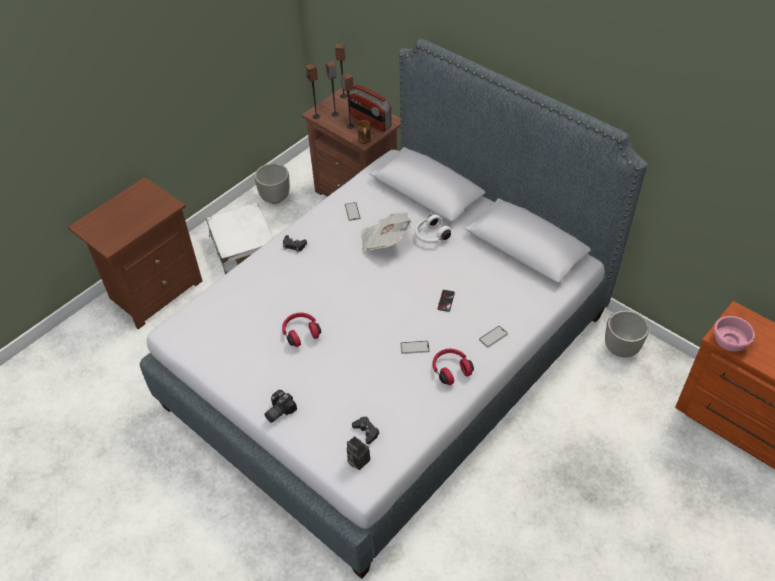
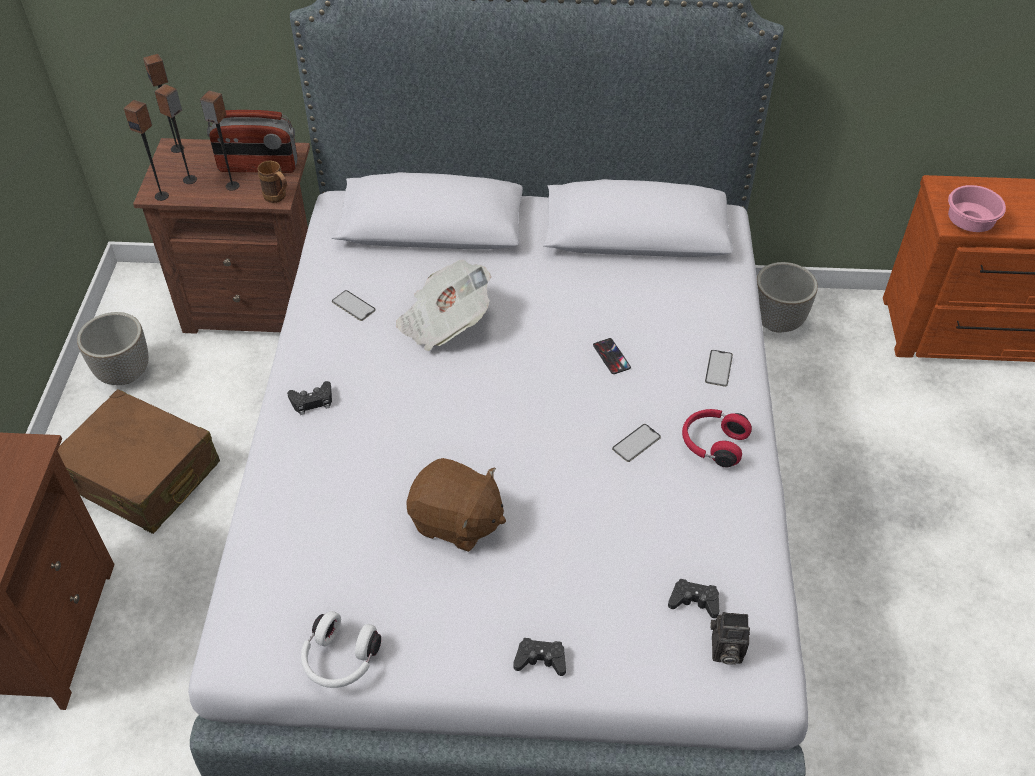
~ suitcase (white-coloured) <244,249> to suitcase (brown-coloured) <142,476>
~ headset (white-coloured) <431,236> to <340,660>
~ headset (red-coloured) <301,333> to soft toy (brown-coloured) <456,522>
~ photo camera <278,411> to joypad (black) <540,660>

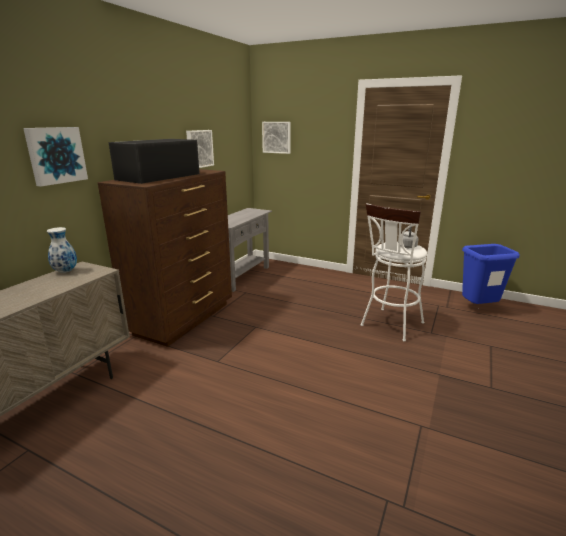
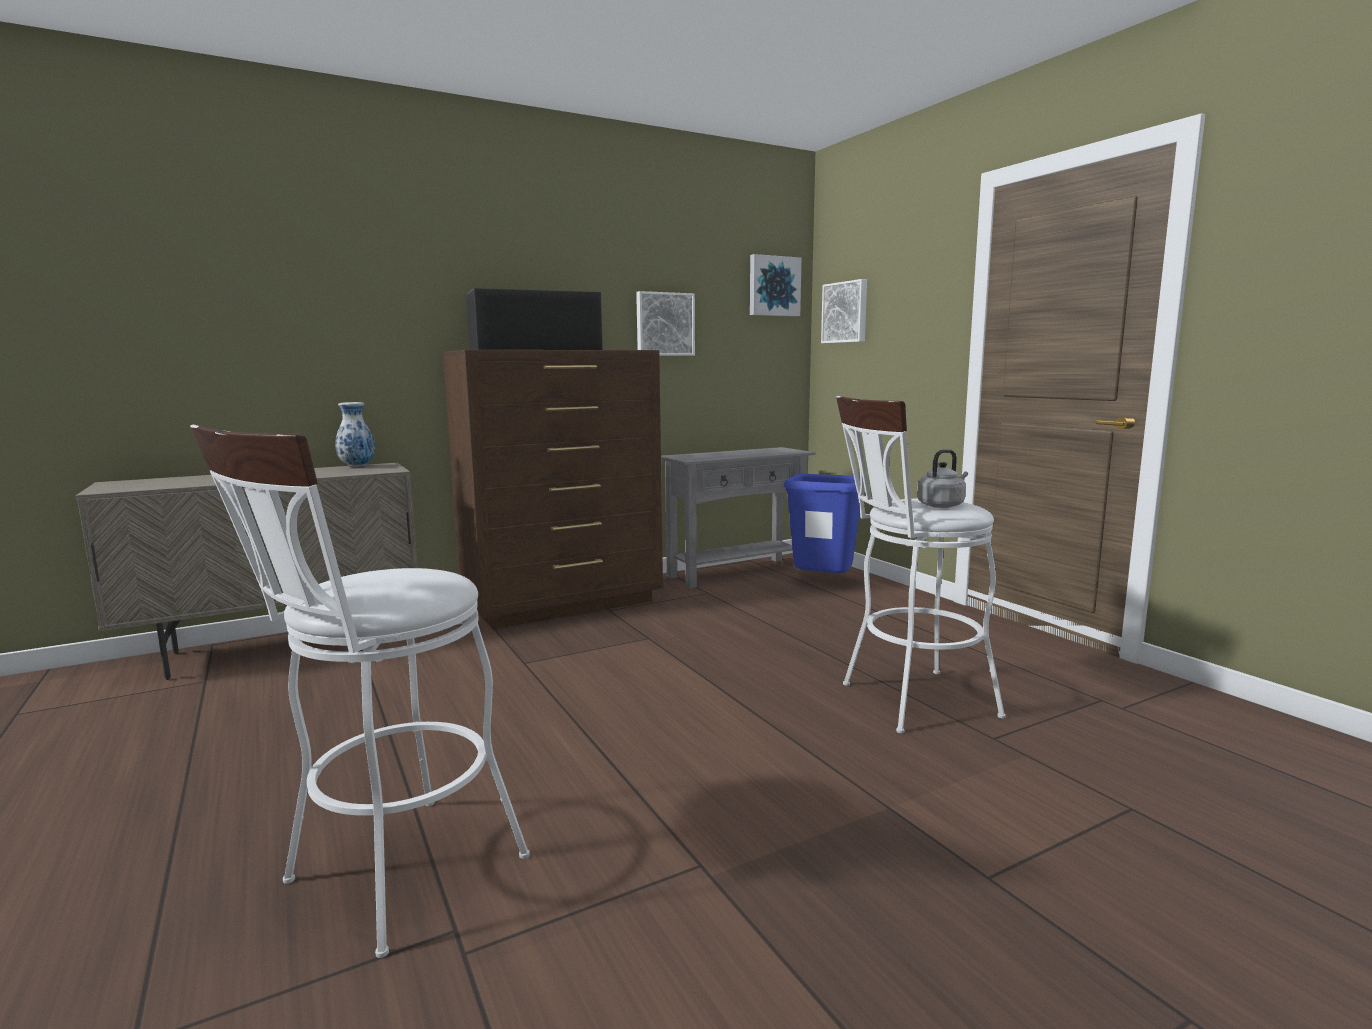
~ picture <56,155> to <773,286>
~ rubbish bin (blue-coloured) <478,308> to <823,585>
+ sitting stool (white-coloured) <391,879>

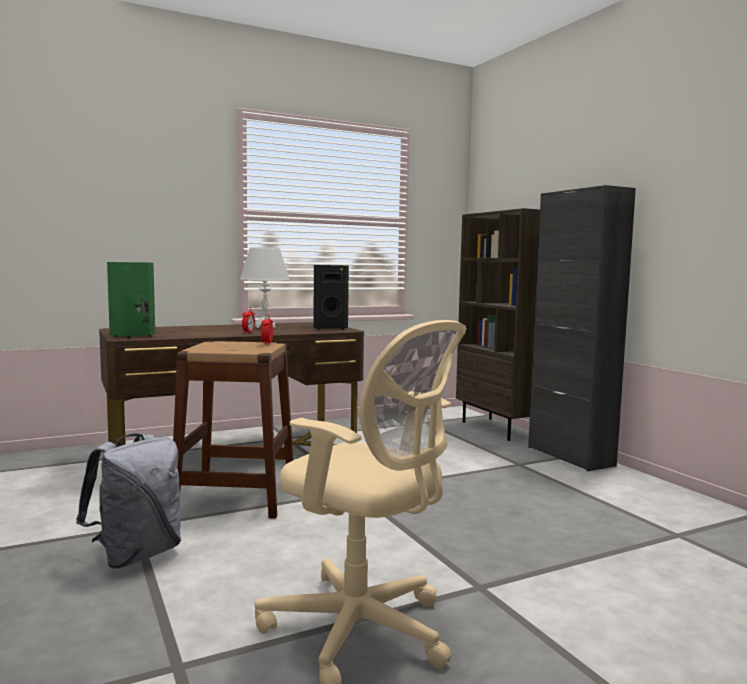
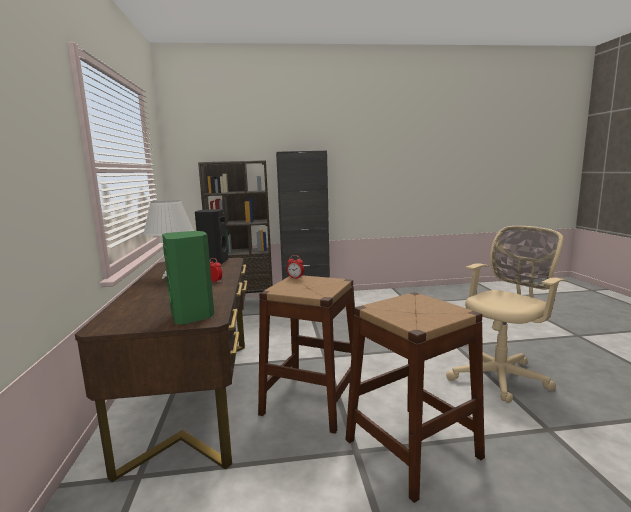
~ backpack (grey) <136,555> to sitting stool (brown-coloured) <412,448>

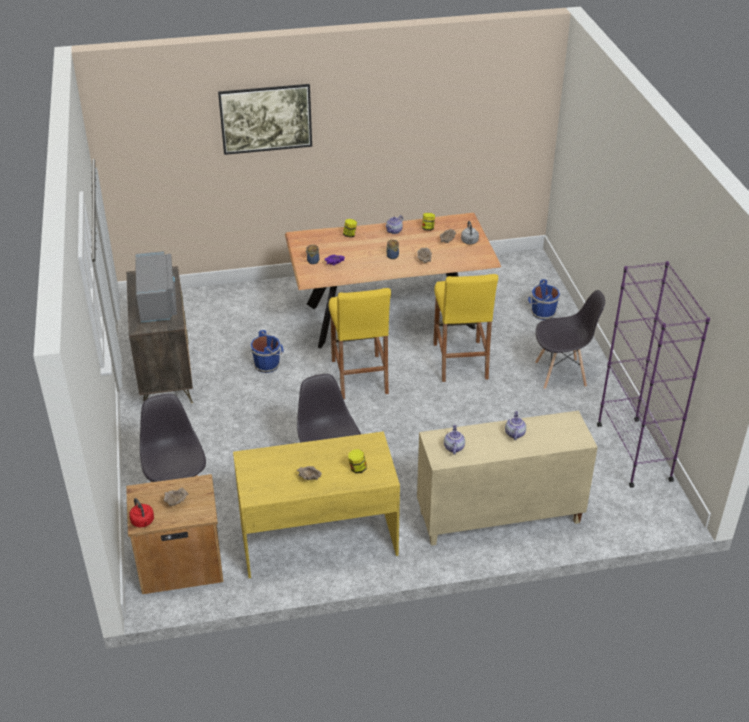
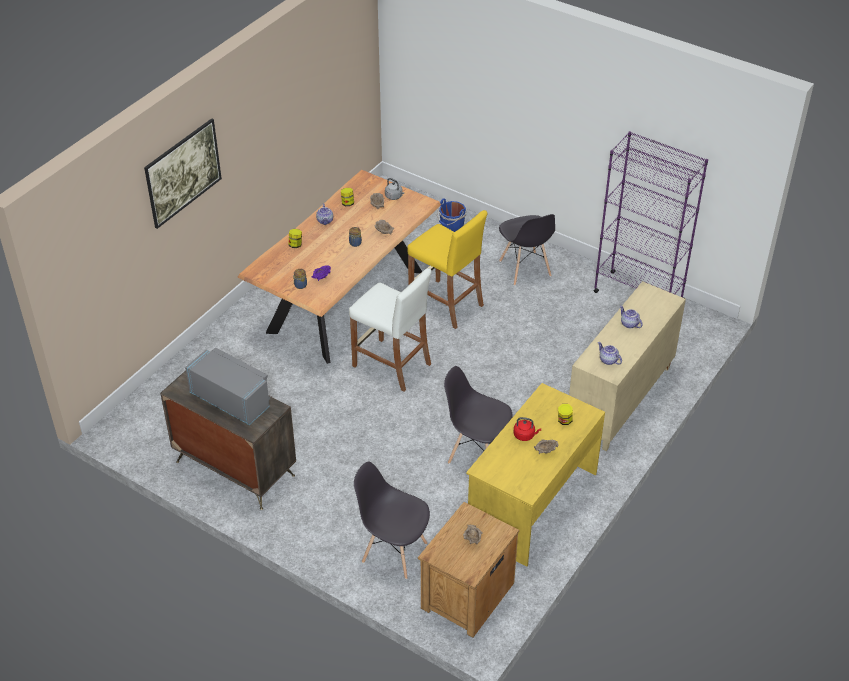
~ sitting stool (yellow) <359,376> to sitting stool (white-coloured) <391,365>
~ upright chair (grey) <561,374> = <525,269> 120 degrees clockwise
- bucket (blue-coloured) <268,365>
~ water kettle (red-coloured) <143,522> to <525,435>

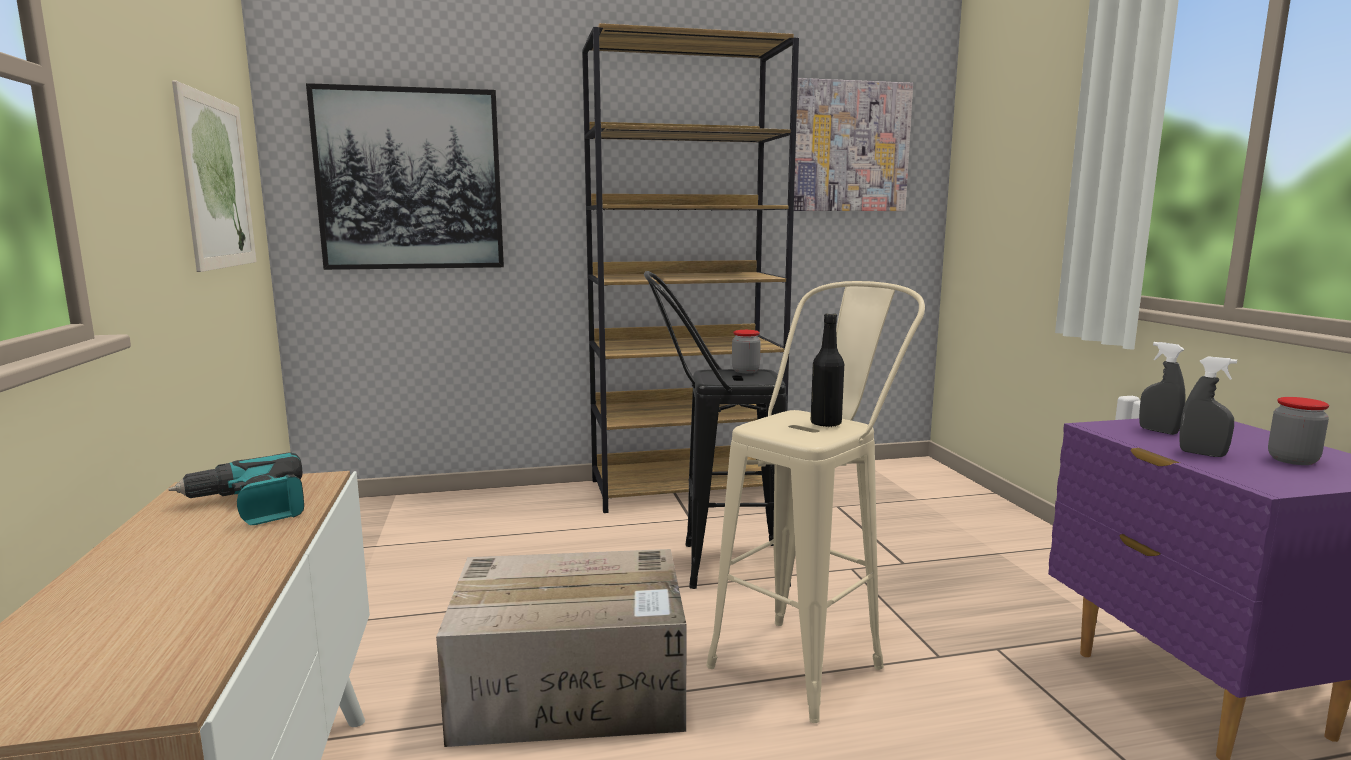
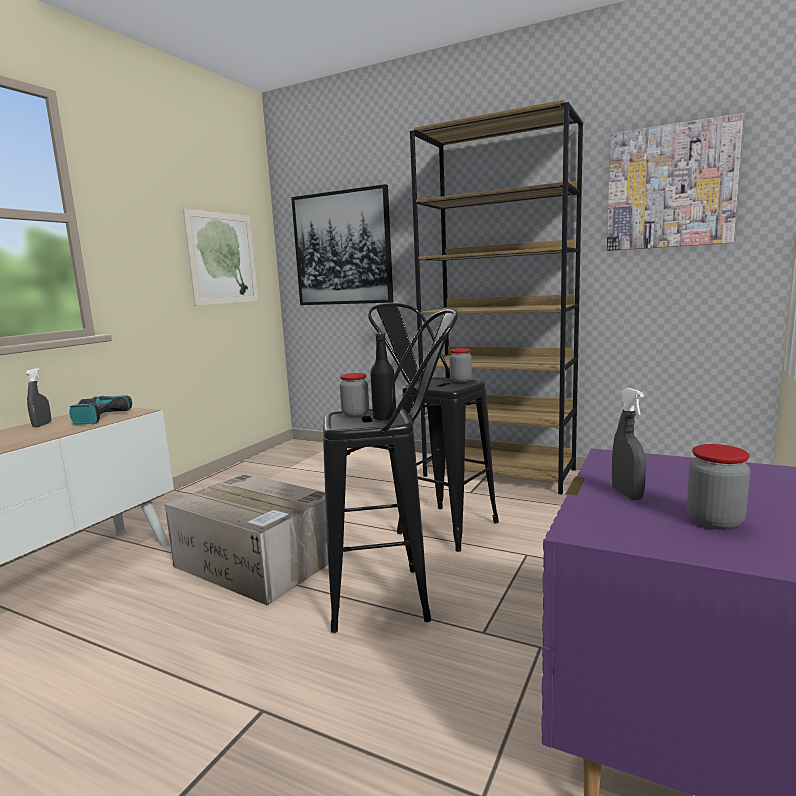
~ sitting stool (beige-coloured) <810,656> to sitting stool (black) <397,596>
~ sprayer (grey) <1158,431> to <42,425>
+ preserve jar <355,414>

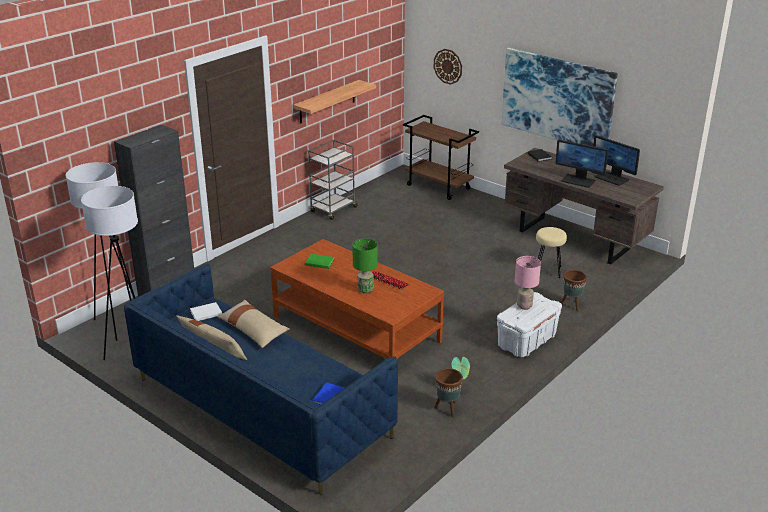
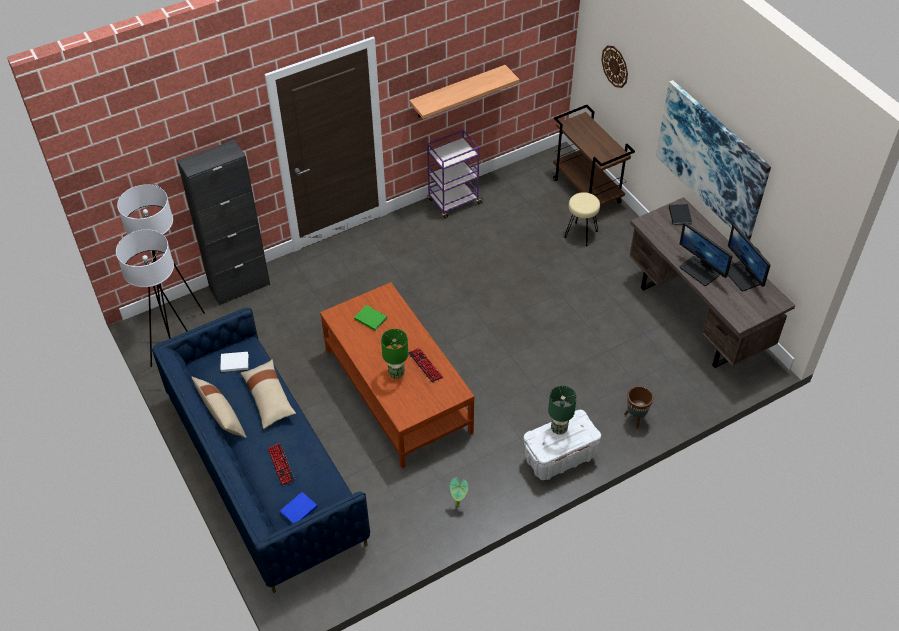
~ wheeled cart (grey) <333,210> to wheeled cart (purplish) <454,202>
~ sitting stool (beige-coloured) <547,271> to <580,233>
~ lamp for a table (pinkish) <524,306> to lamp for a table (green) <558,428>
- flower pot (brown-coloured) <447,409>
+ PC keyboard <281,464>

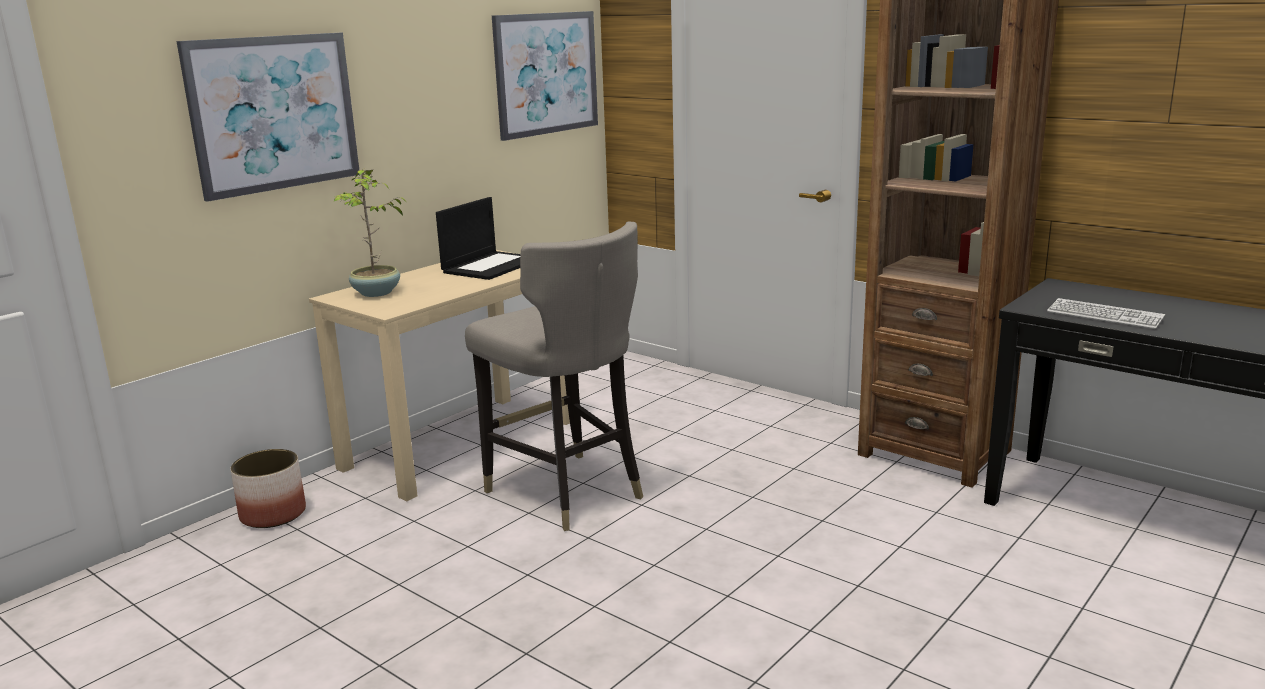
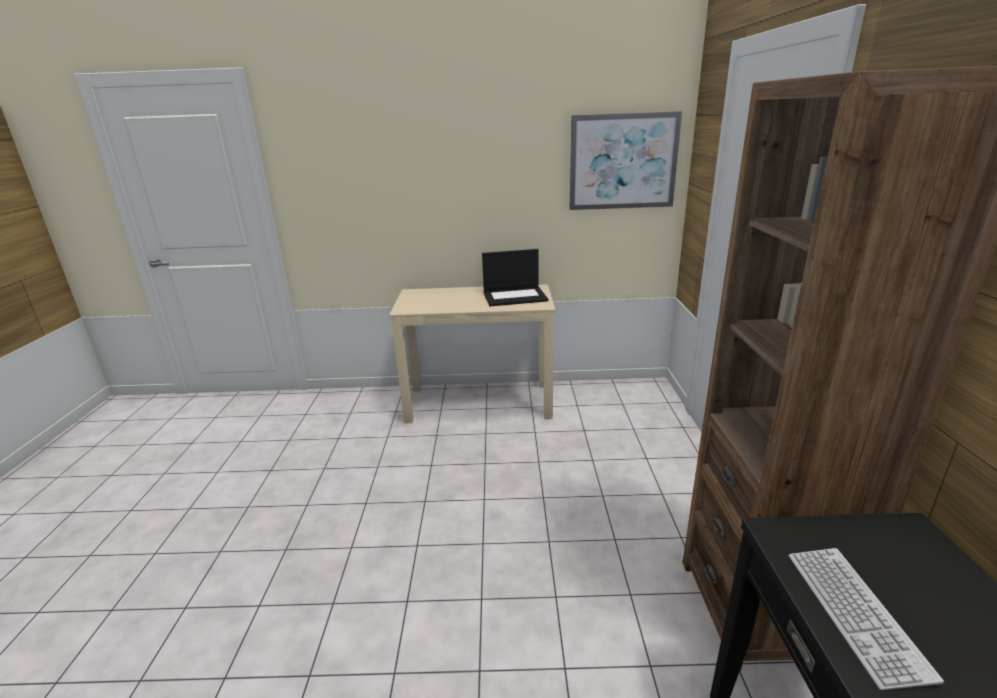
- picture <274,113>
- potted plant <376,293>
- sitting stool (grey) <567,493>
- flower pot <274,514>

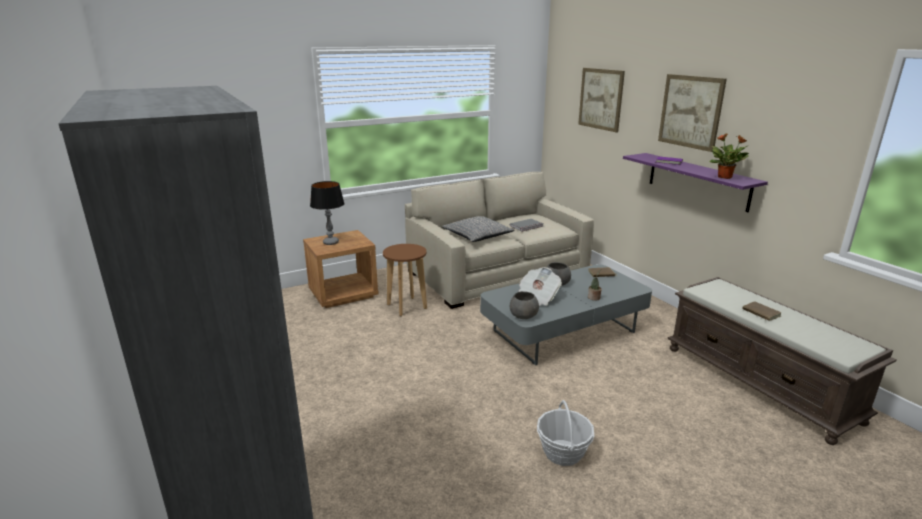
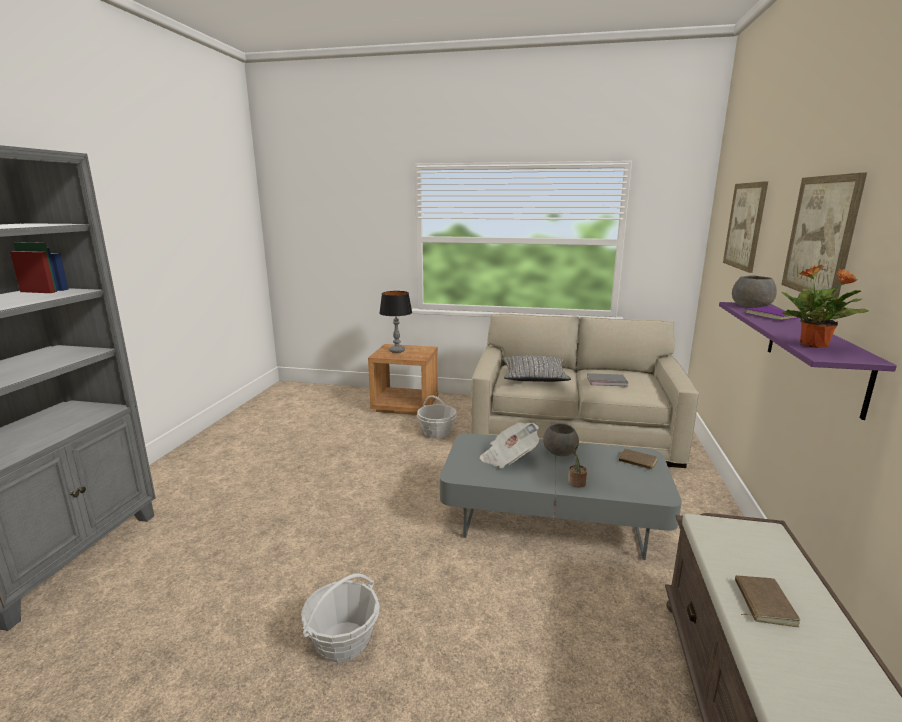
~ sitting stool (brown-coloured) <406,306> to storage basket <437,432>
~ serving bowl (grey) <523,315> to <750,306>

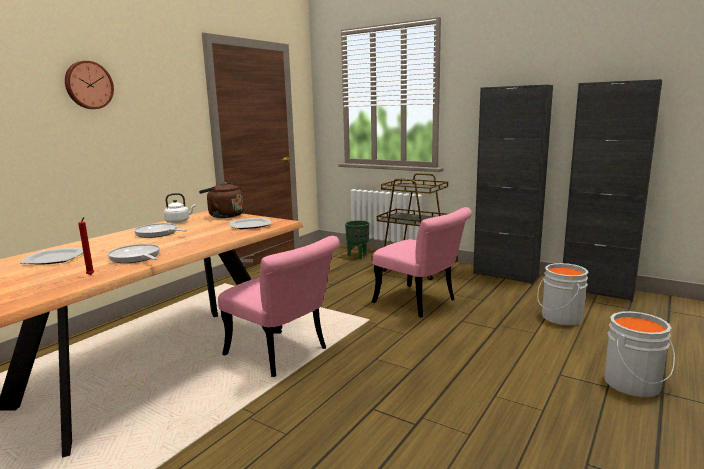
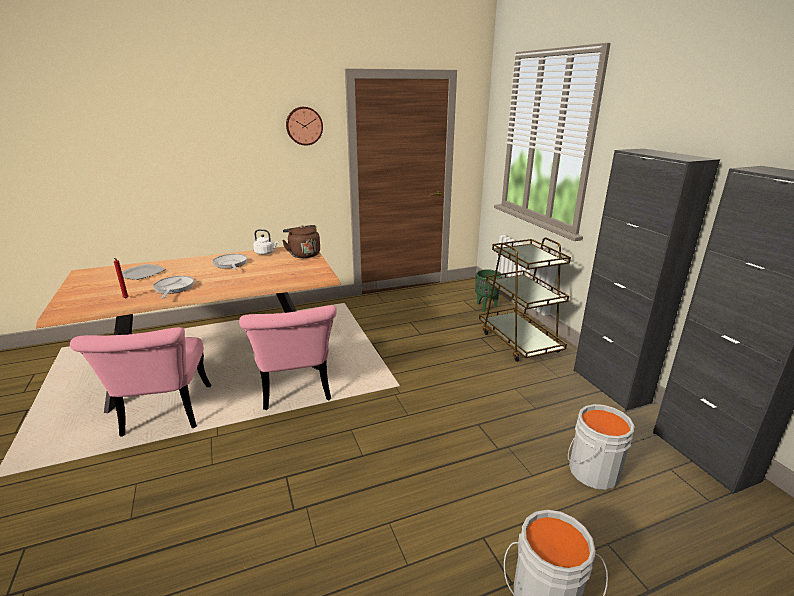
~ wall clock <88,85> to <304,126>
~ upright chair (pinkish) <421,303> to <165,416>
- plate <250,225>

